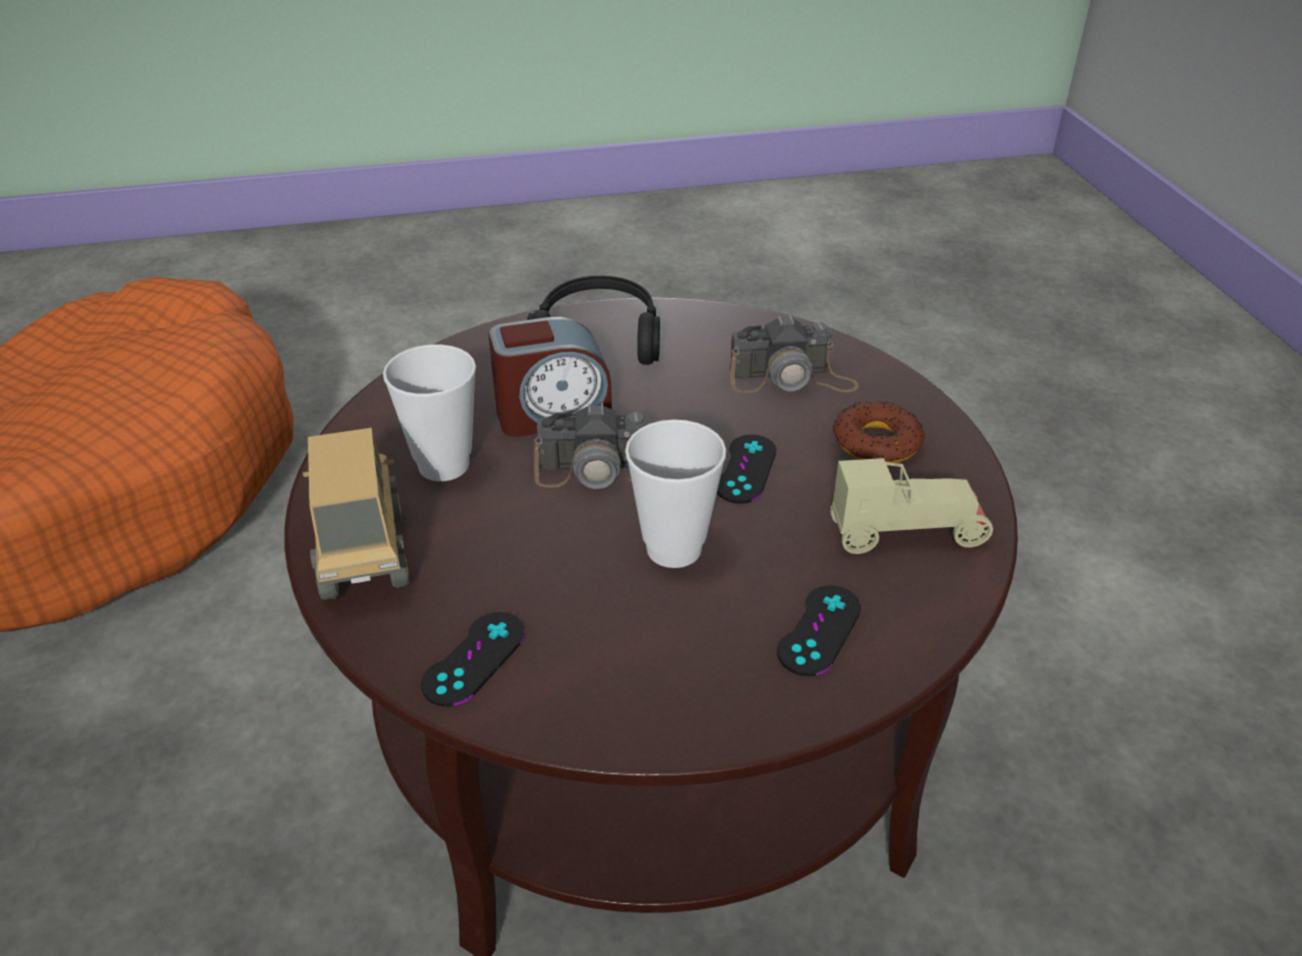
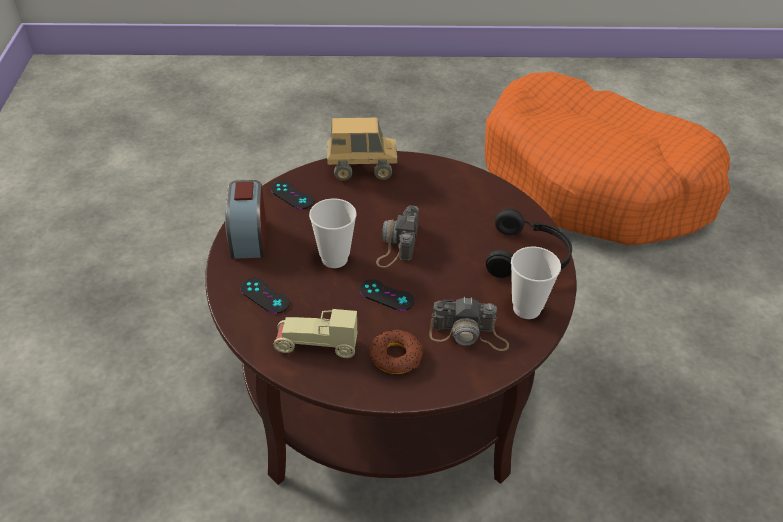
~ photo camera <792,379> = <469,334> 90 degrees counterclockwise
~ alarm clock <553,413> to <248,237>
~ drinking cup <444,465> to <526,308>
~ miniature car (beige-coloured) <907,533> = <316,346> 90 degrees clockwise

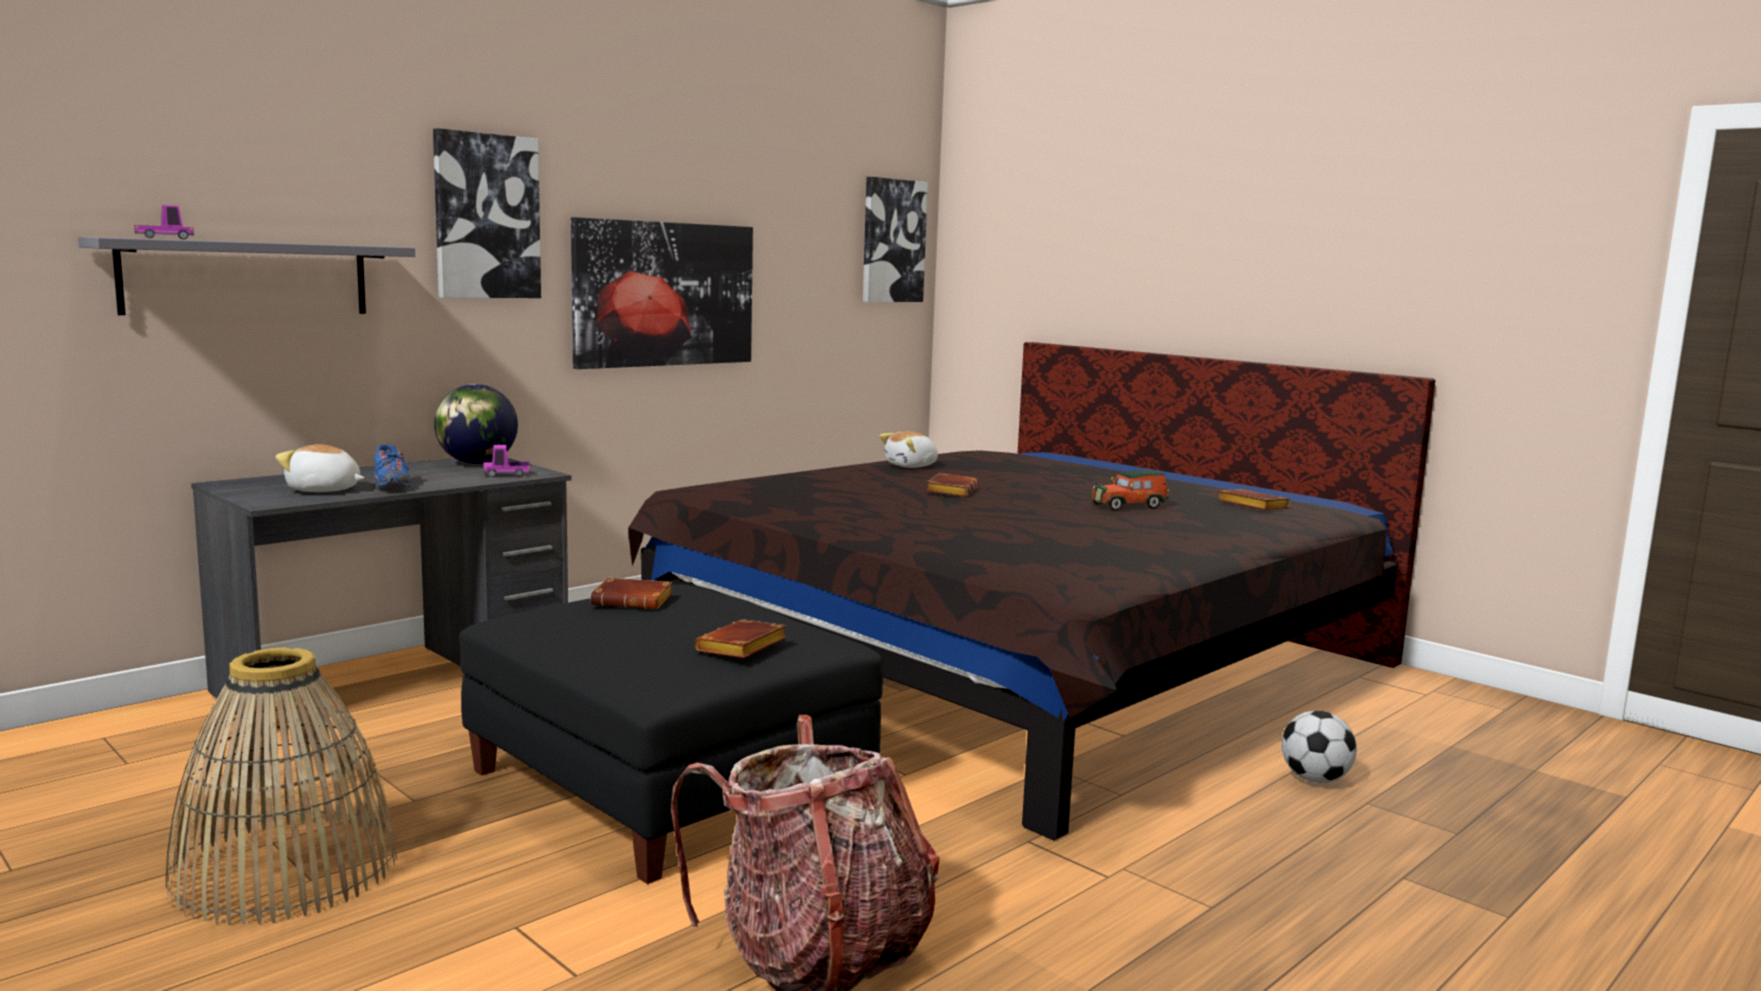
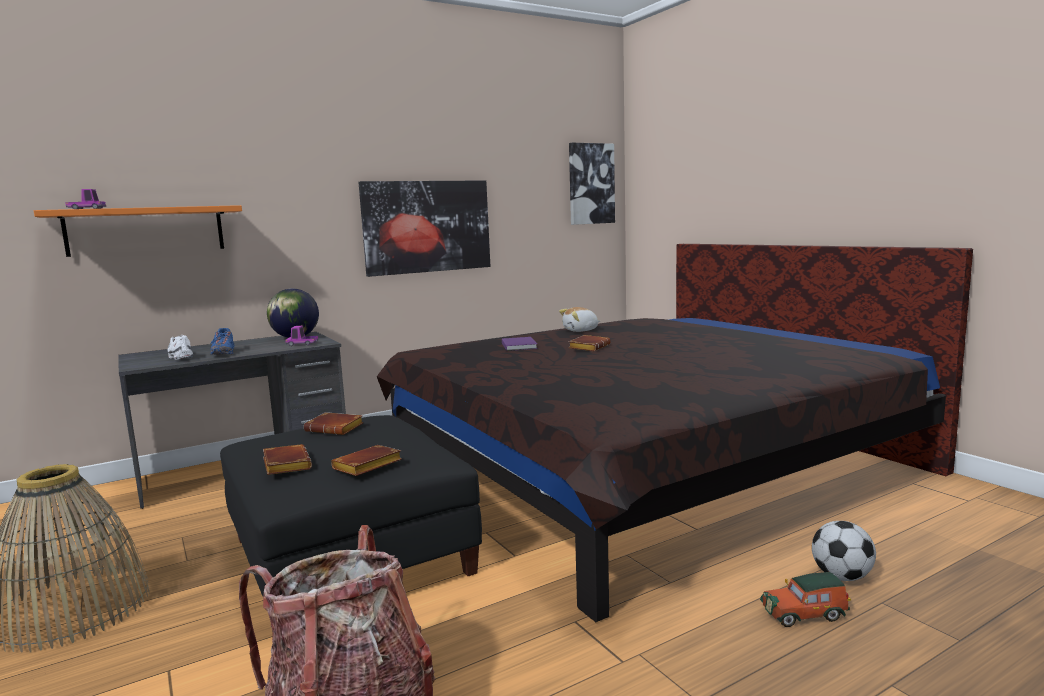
- picture <486,216>
~ wall shelf (grey) <247,278> to wall shelf (orange) <146,230>
~ soft toy <324,490> to shoe (white-coloured) <181,357>
~ miniature car <1129,506> to <805,614>
~ book (brown-coloured) <1250,506> to <285,465>
+ book (purplish) <519,345>

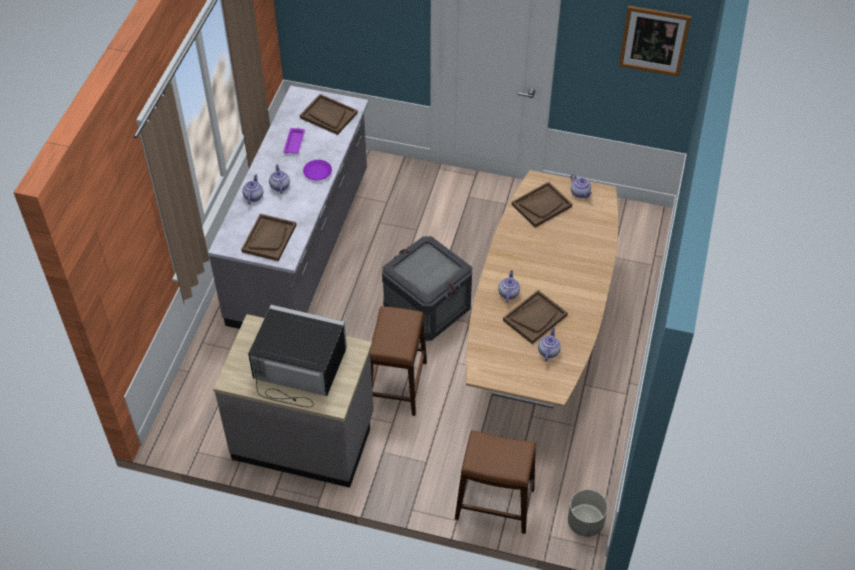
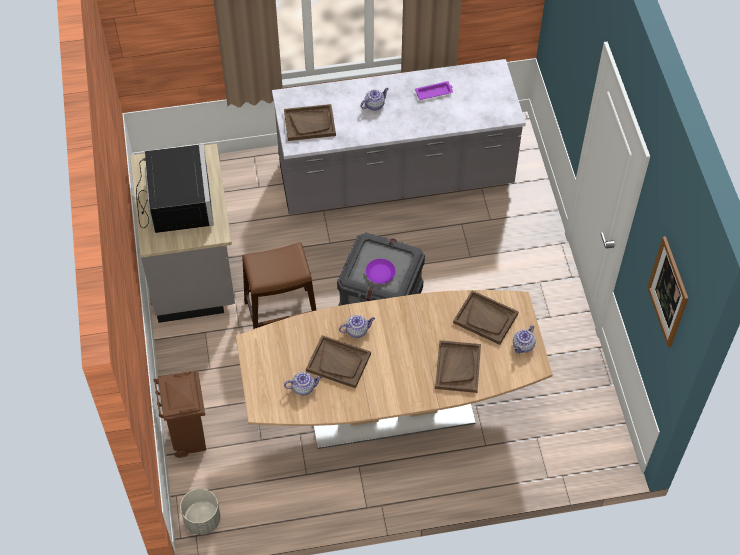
~ tray (brown-coloured) <328,115> to <457,367>
~ plate (purplish) <317,172> to <380,273>
- tea pot <253,196>
~ sitting stool (brown-coloured) <494,504> to rubbish bin (brown-coloured) <189,439>

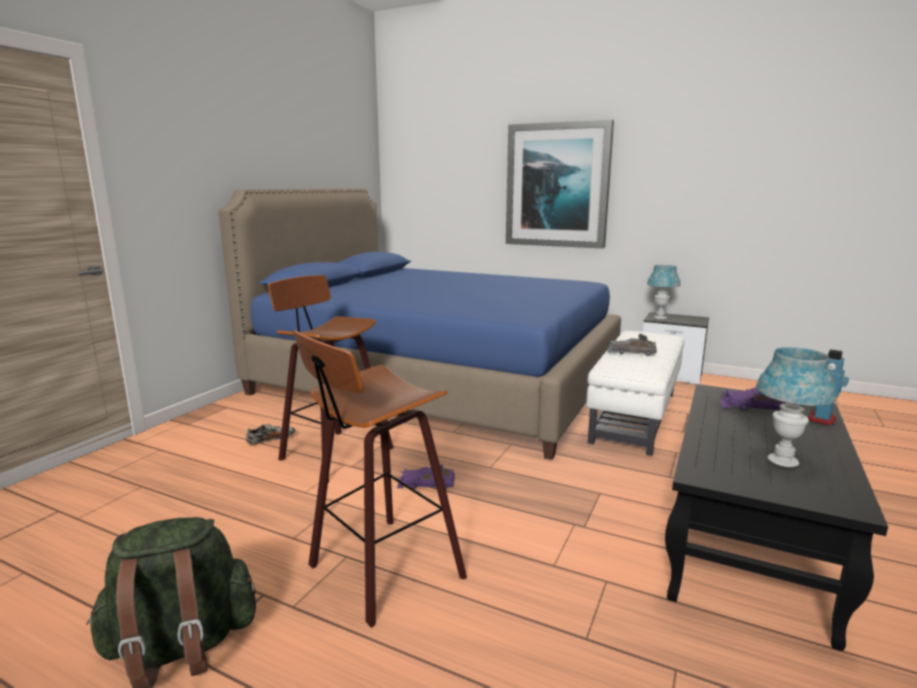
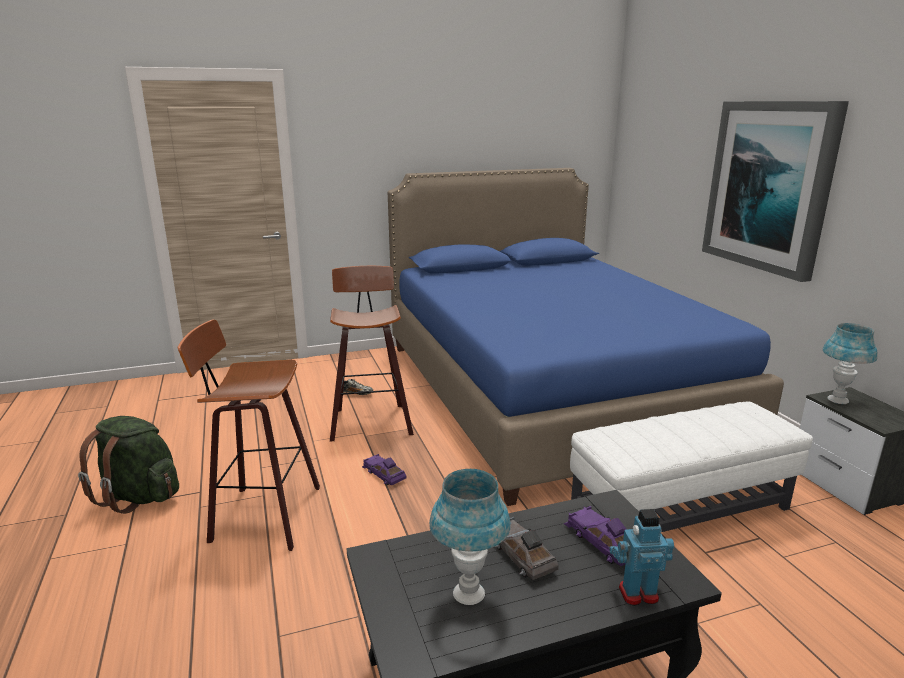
~ miniature car (grey) <631,352> to <520,554>

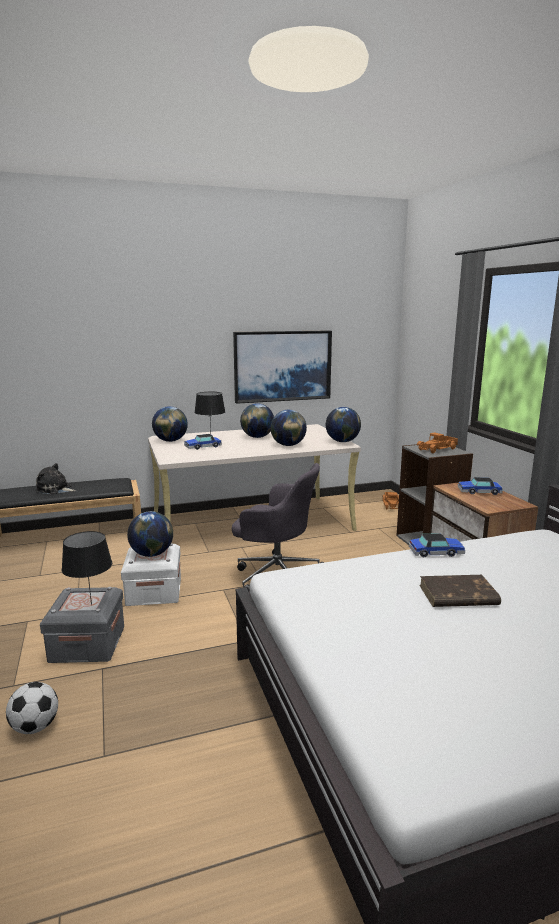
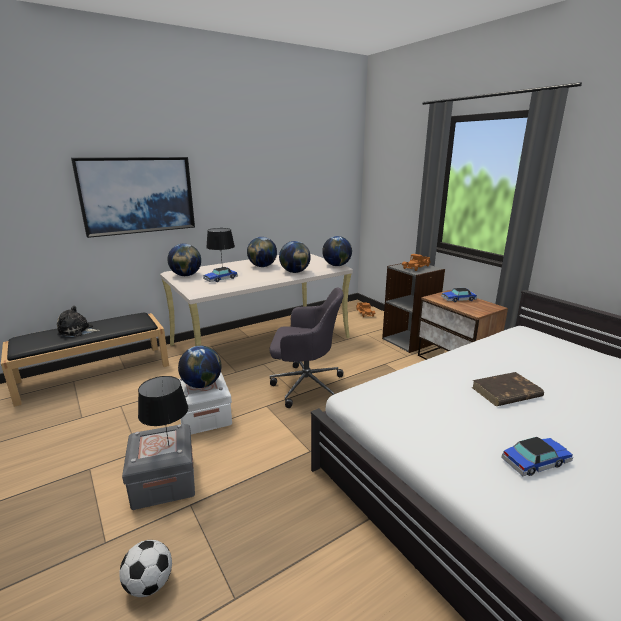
~ picture <282,366> to <137,195>
~ miniature car <436,552> to <535,461>

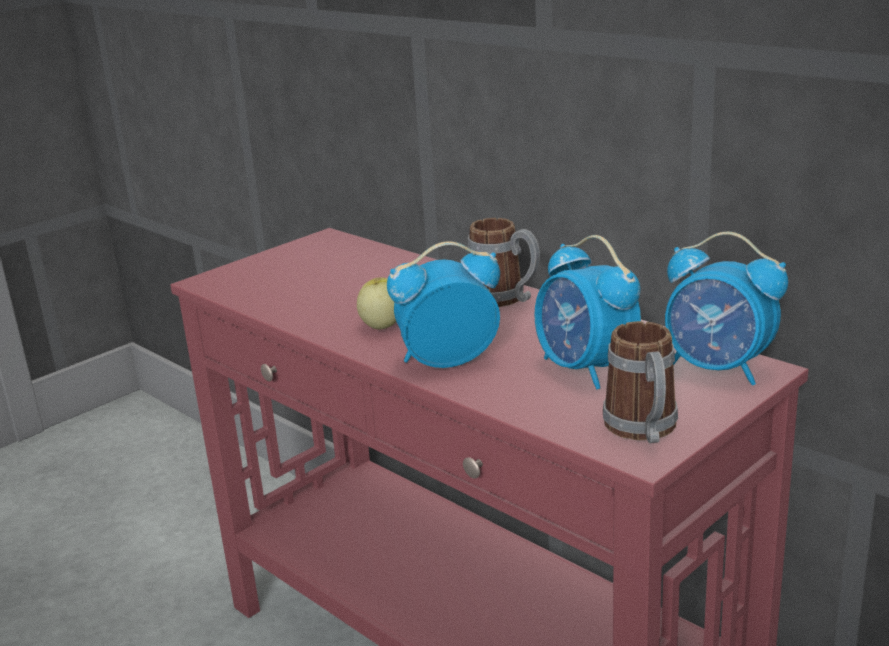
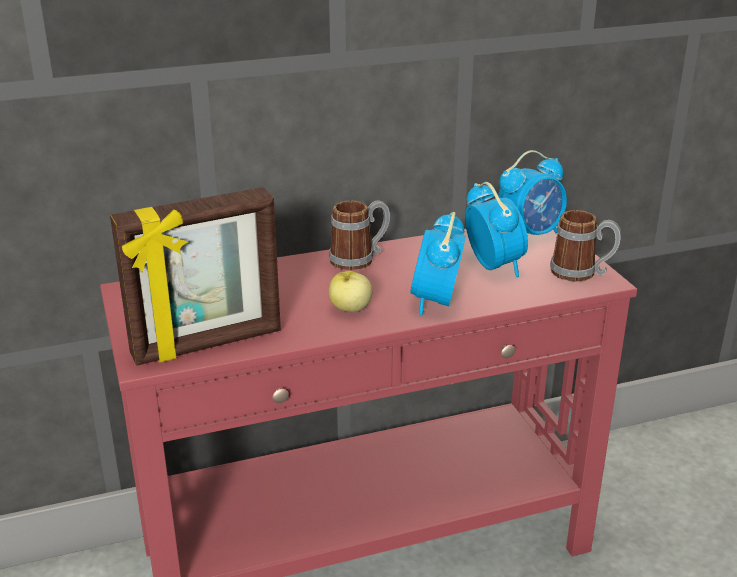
~ alarm clock <585,370> = <493,266> 105 degrees counterclockwise
+ standing frame <207,345>

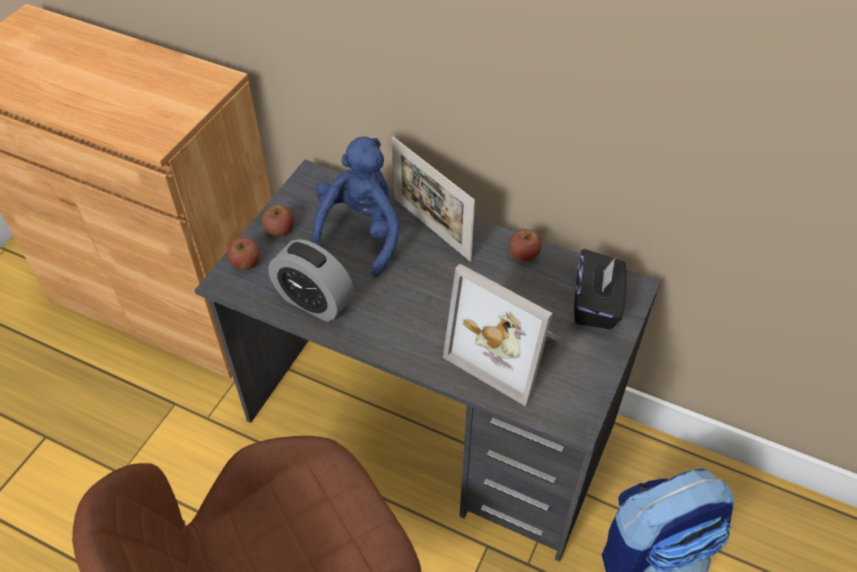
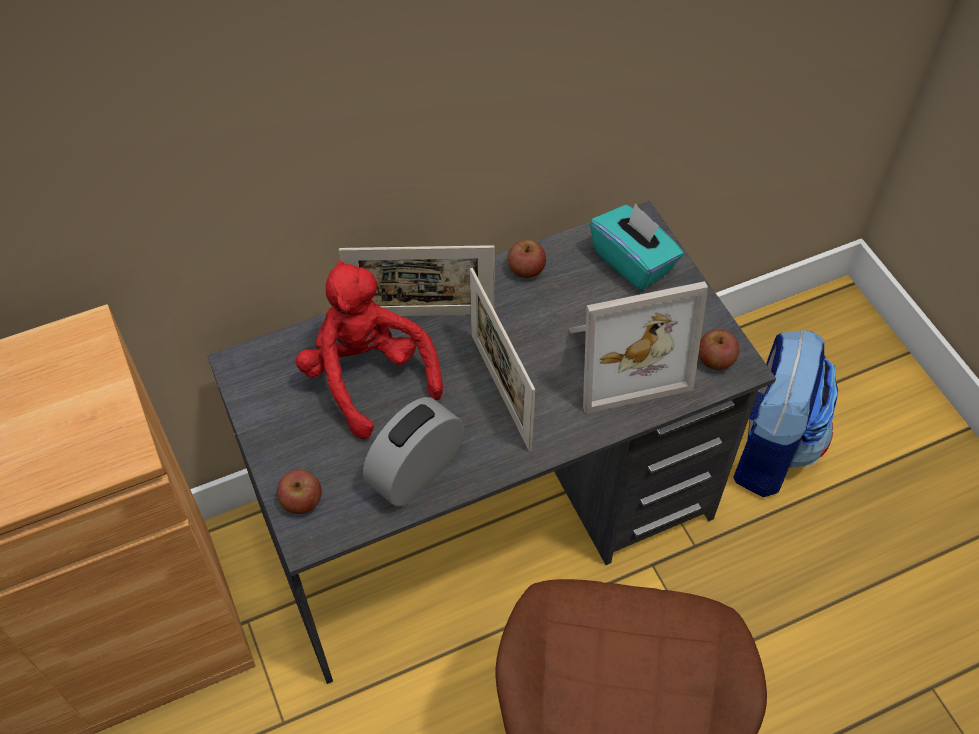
~ soft toy (blue-coloured) <360,234> to soft toy (red-coloured) <367,376>
~ whole apple <279,230> to <715,359>
~ alarm clock <314,301> = <416,472> 150 degrees clockwise
~ tissue box (black) <596,305> to tissue box (turquoise) <633,262>
+ standing frame <500,391>

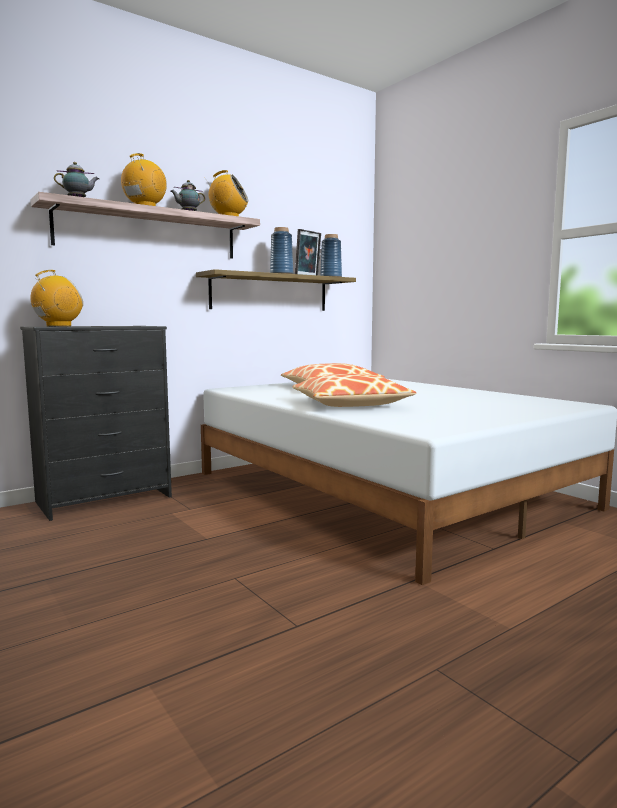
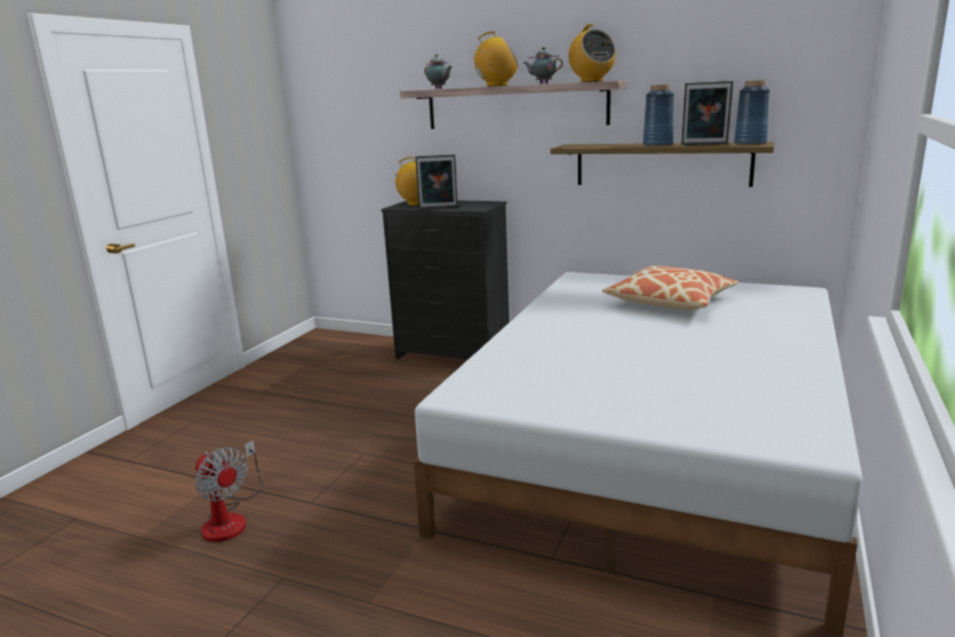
- cushion <350,404>
+ standing frame <438,208>
+ electric fan <230,518>

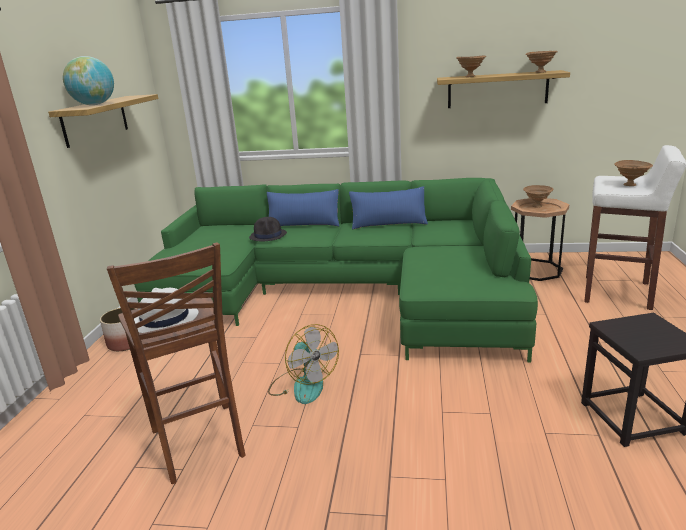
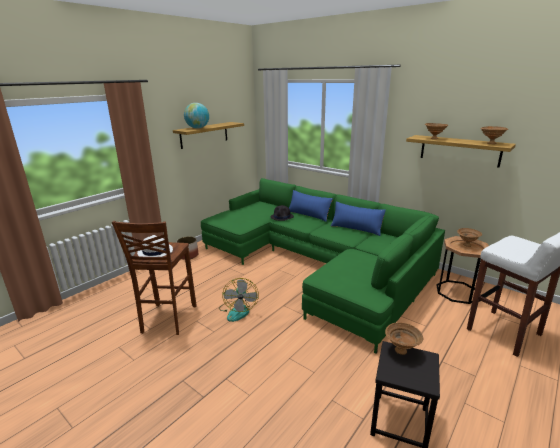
~ serving bowl (brown-coloured) <630,185> to <401,351>

